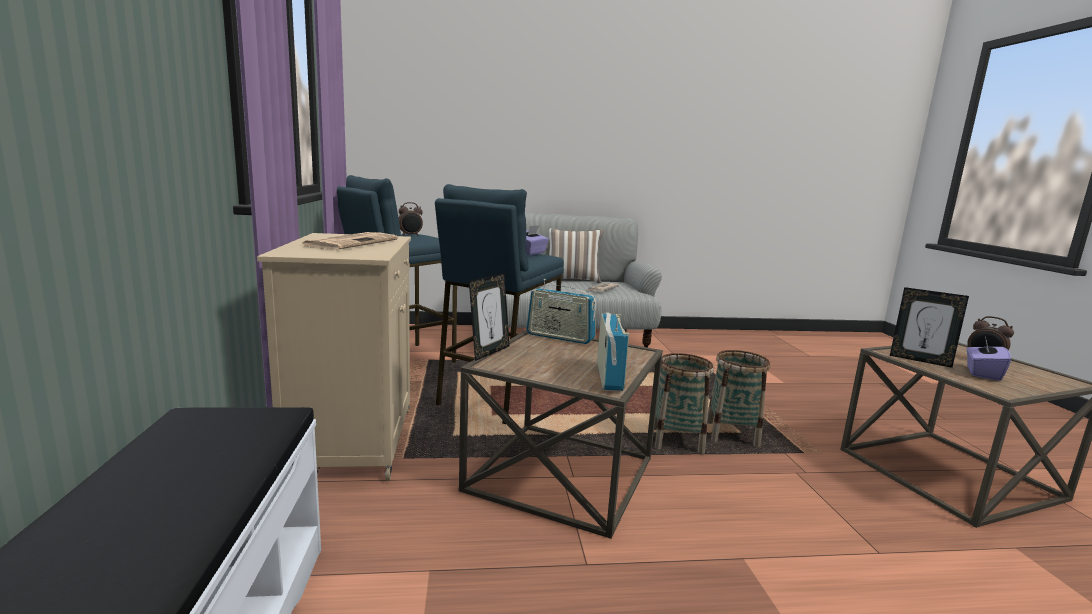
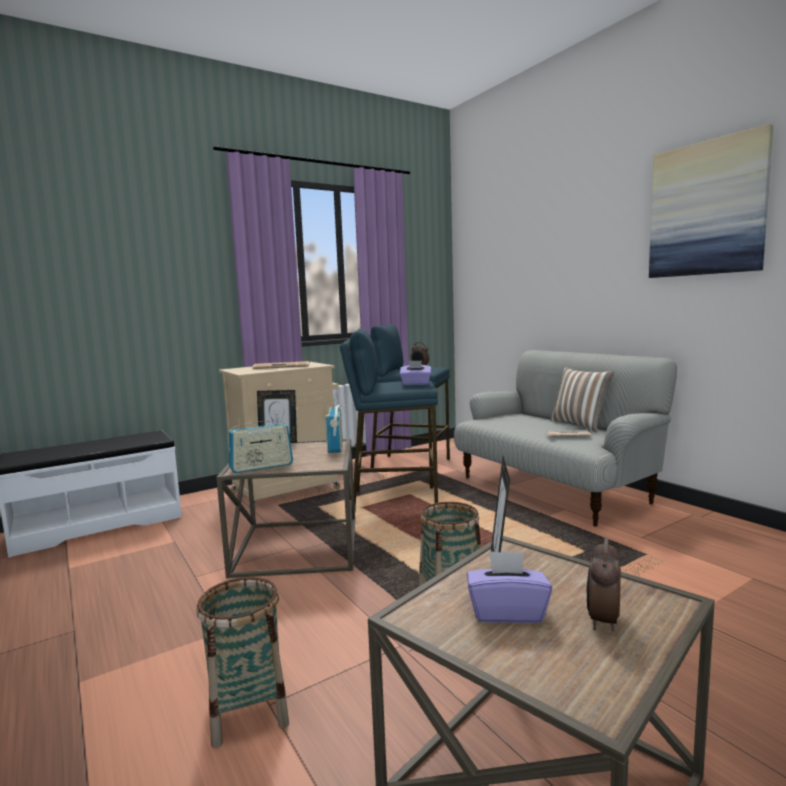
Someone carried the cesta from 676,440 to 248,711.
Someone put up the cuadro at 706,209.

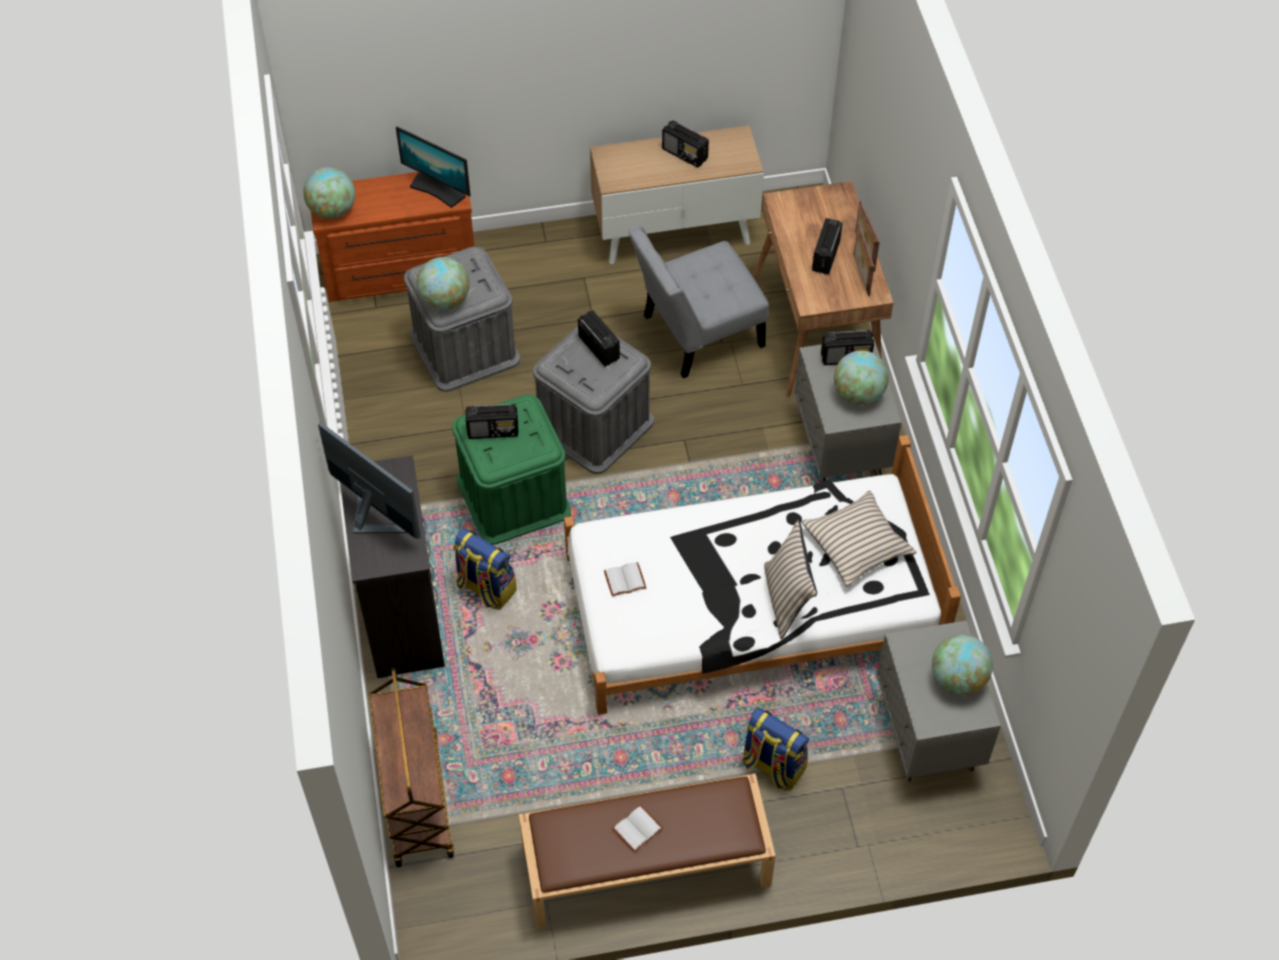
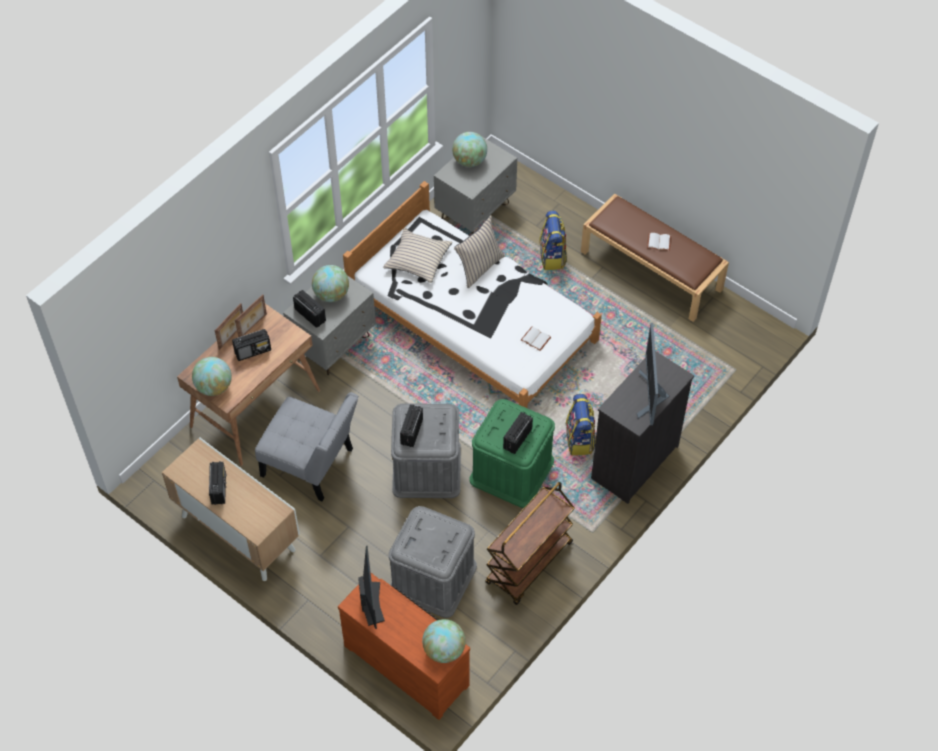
Someone carried the carrito [marrón] from 415,798 to 529,564.
Someone carried the globo terráqueo from 445,300 to 214,387.
Someone rotated the radio at 493,430 by 105 degrees counterclockwise.

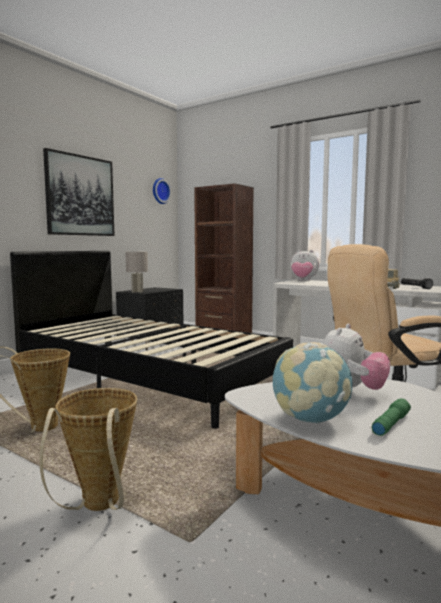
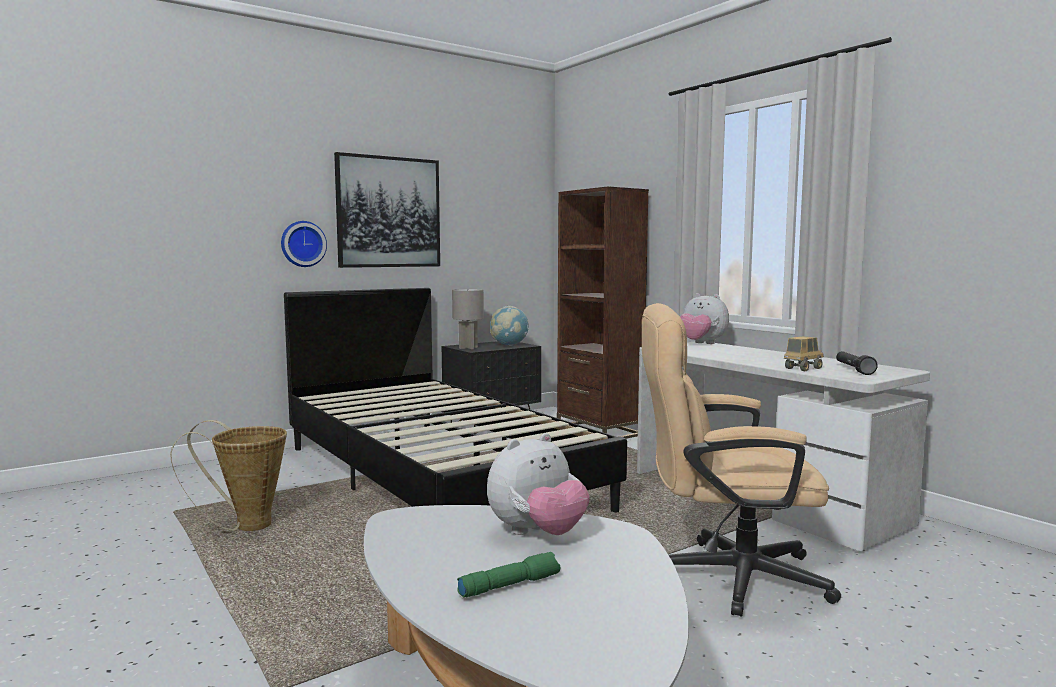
Someone took away the cesta at 98,507.
Someone carried the reloj de pared from 160,191 to 302,244.
Someone carried the globo terráqueo from 310,419 to 509,345.

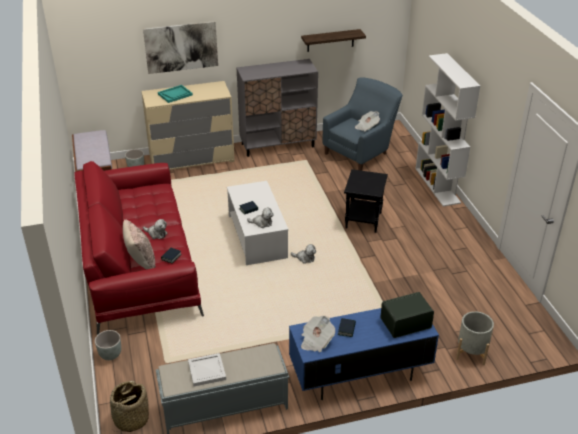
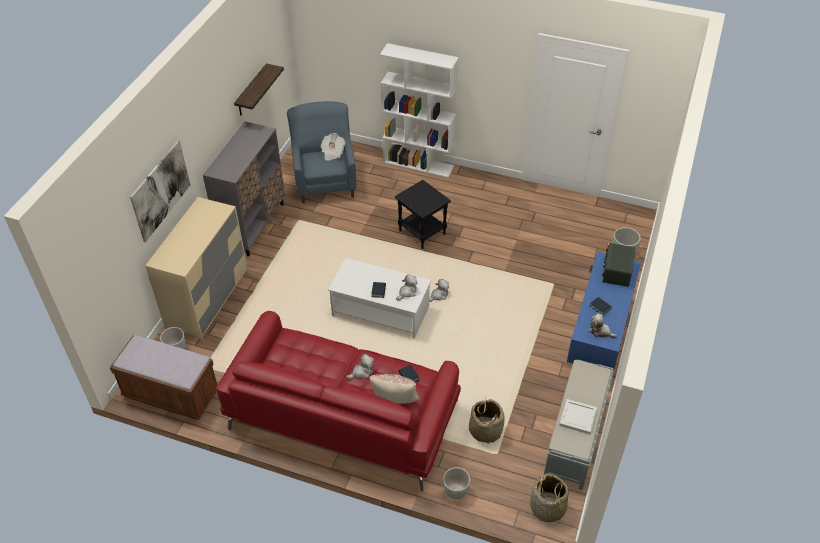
Someone took away the bandeja [turquesa] at 175,94.
Someone swapped the periódico at 316,341 for the peluche at 600,331.
Someone put down the cesta at 485,430.

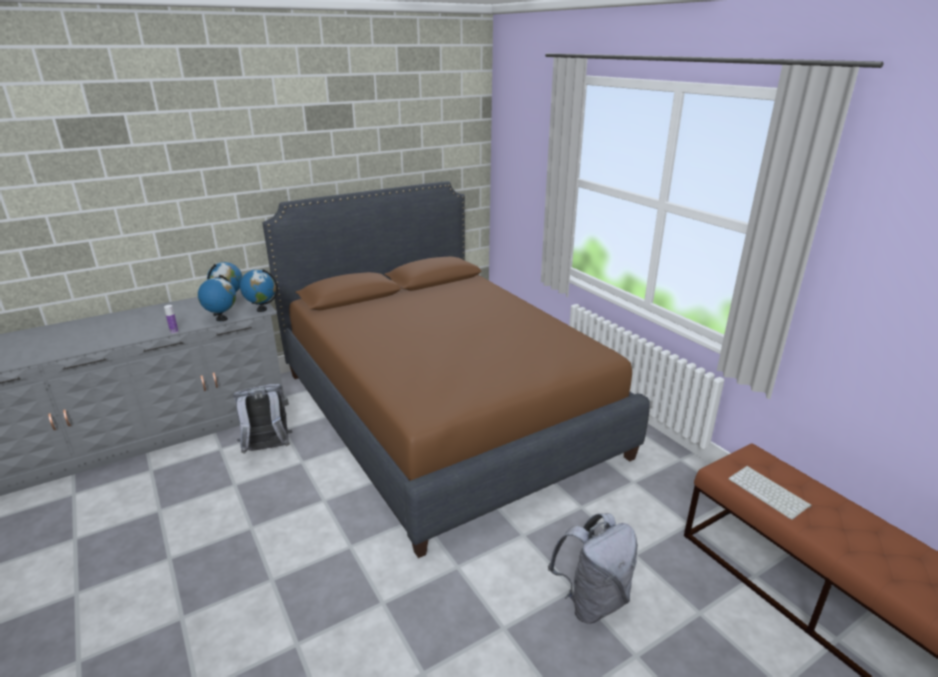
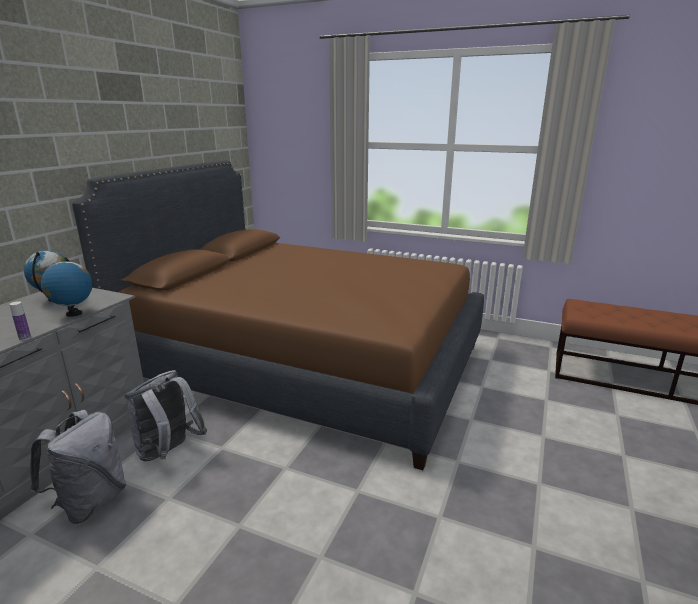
Someone took away the globo terráqueo at 262,309.
Someone carried the mochila [gris] from 592,600 to 90,502.
Someone took away the teclado at 769,492.

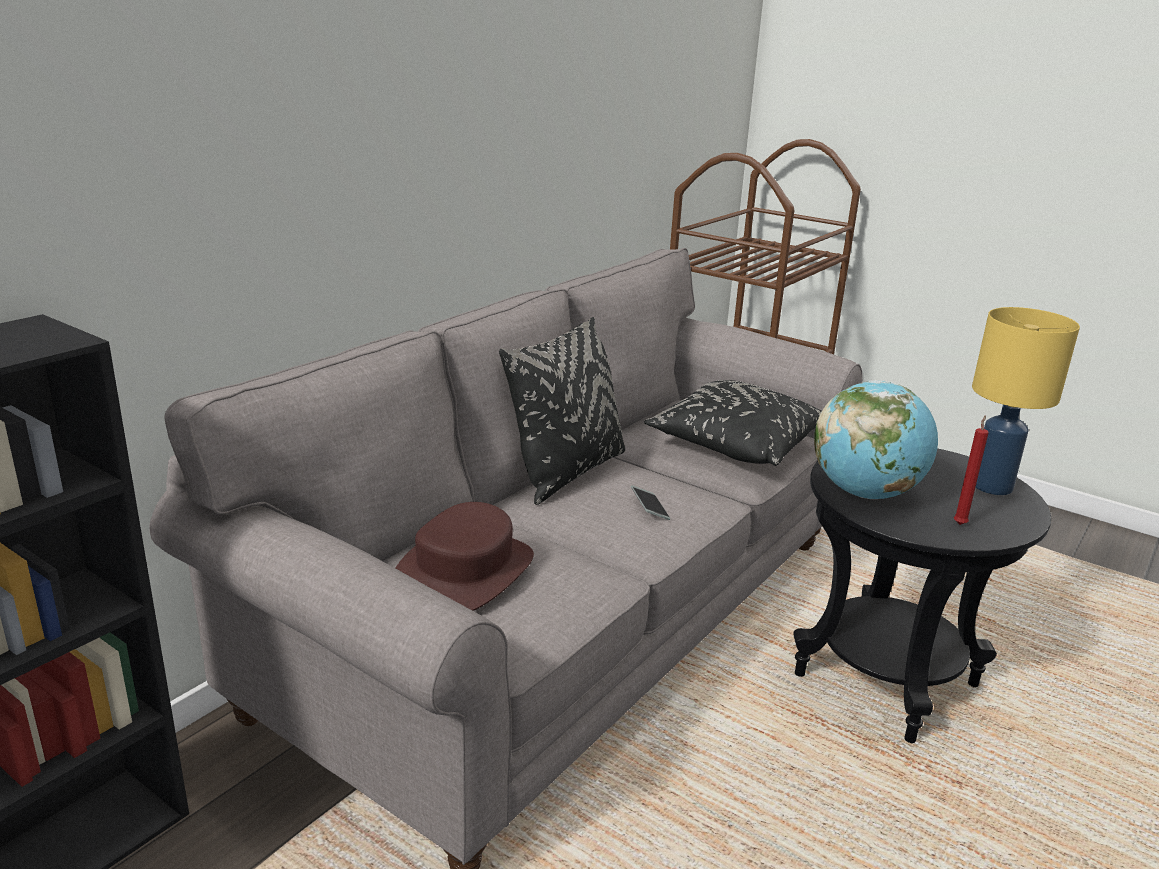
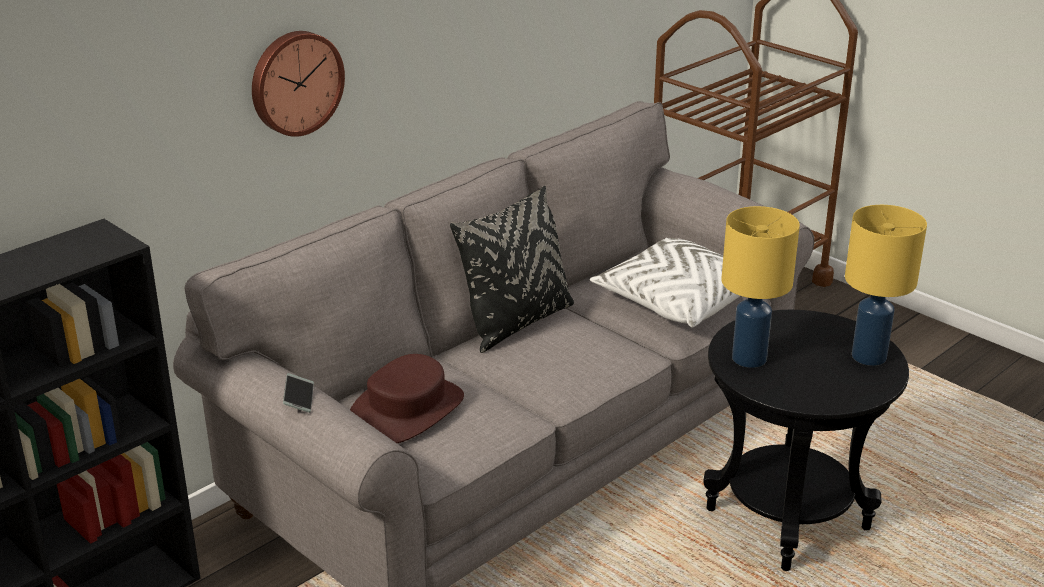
Someone carried the móvil from 649,508 to 299,398.
Someone repainted the cojín [negro] at 735,445, which became the cojín [blanco] at 676,301.
Someone swapped the globo terráqueo at 865,493 for the lámpara de mesa [amarillo] at 750,358.
Someone took away the vela [rojo] at 960,523.
Someone put up the reloj de pared at 295,82.

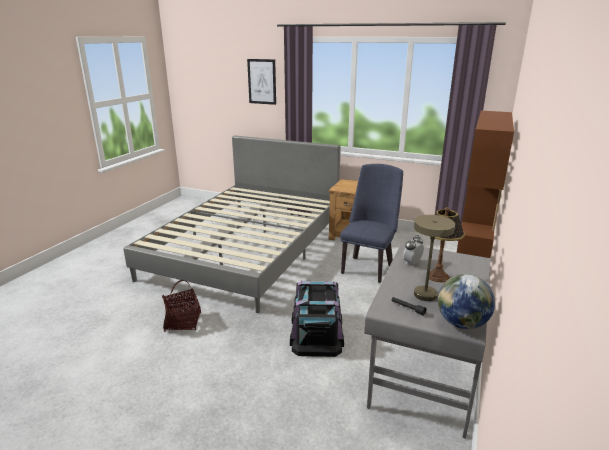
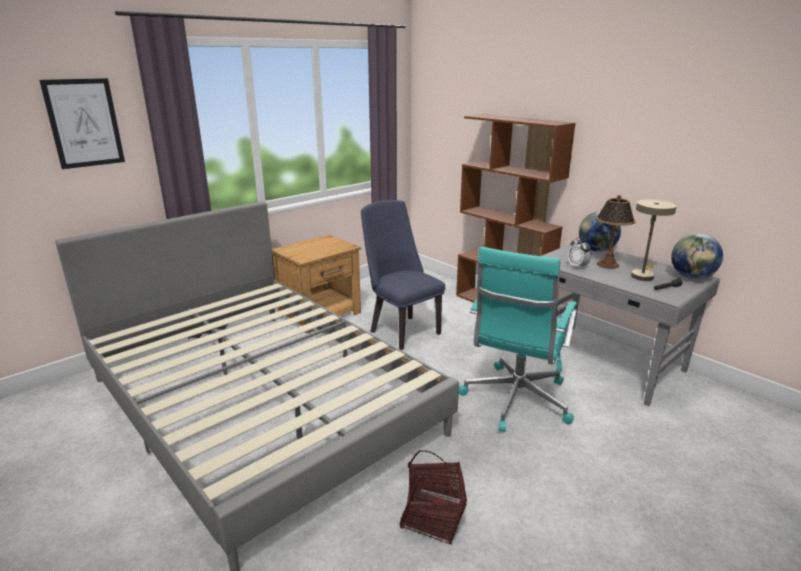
Someone swapped the caja de almacenaje [negro] at 316,332 for the silla de oficina [turquesa] at 515,401.
Someone put down the globo terráqueo at 596,250.

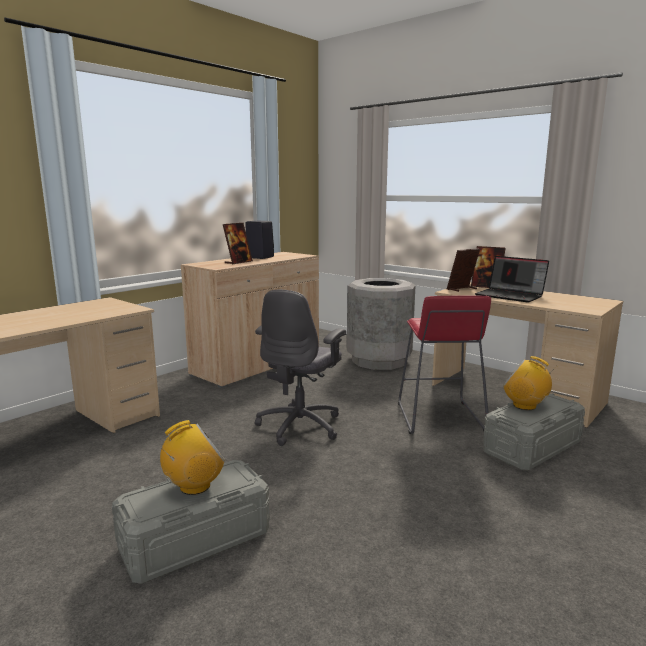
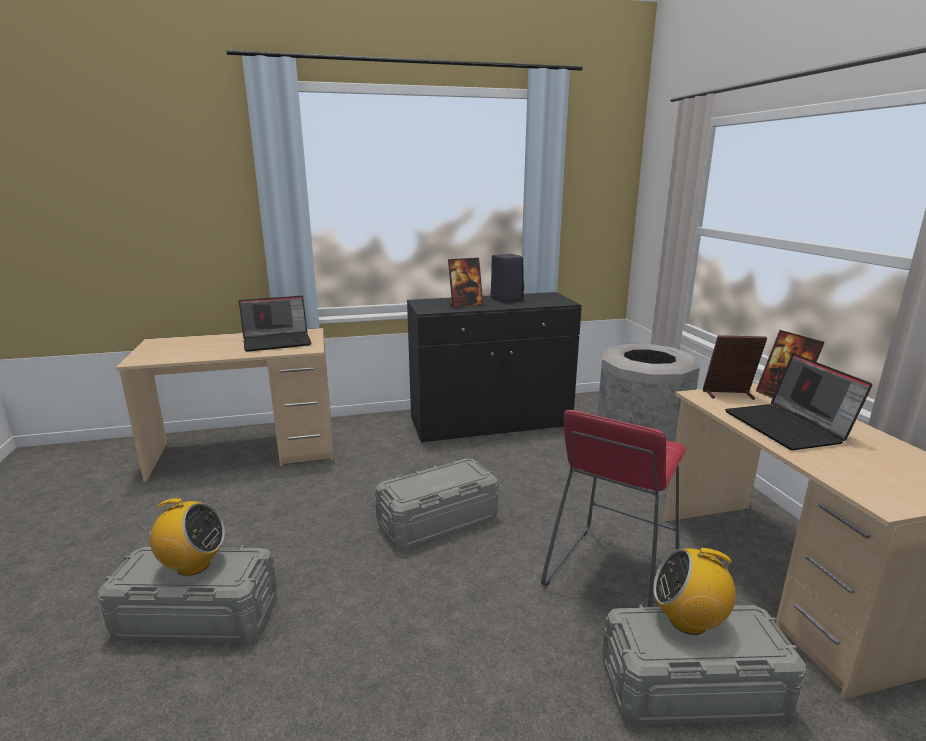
Someone repainted the armario [beis] at 257,364, which became the armario [negro] at 490,423.
Someone swapped the silla de oficina [gris] at 301,426 for the caja de almacenaje [gris] at 437,521.
Someone rotated the radio at 525,405 by 60 degrees counterclockwise.
Someone put down the portátil at 278,341.

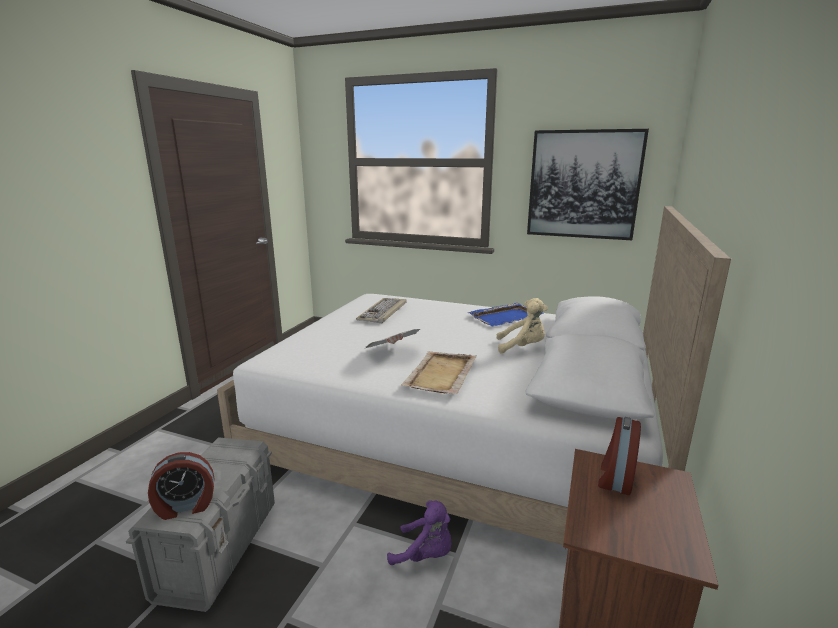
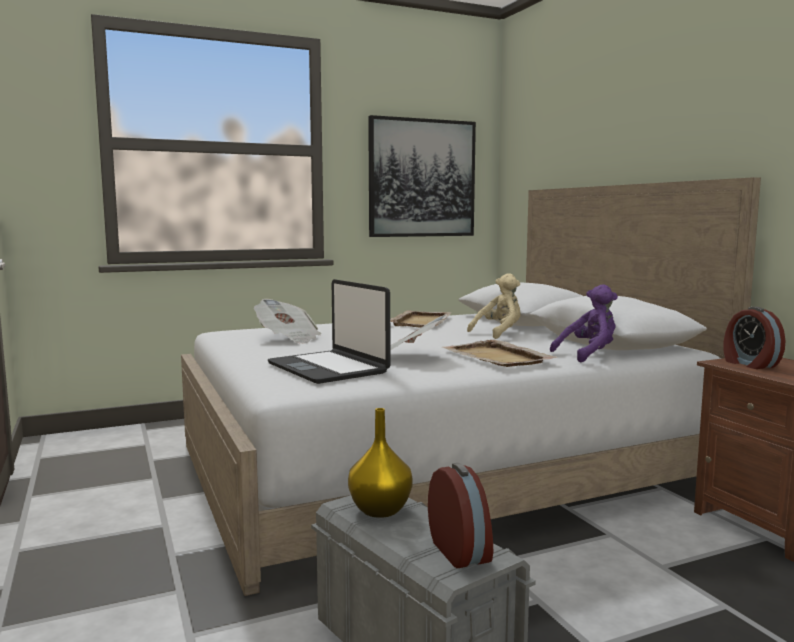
Someone rotated the despertador at 185,506 by 45 degrees counterclockwise.
Someone swapped the teclado at 383,312 for the periódico at 288,338.
Someone carried the peluche [morado] from 425,555 to 589,355.
Someone repainted the bandeja [azul] at 506,316, which became the bandeja [beis] at 421,321.
Someone put down the portátil at 328,368.
Someone put down the florero [amarillo] at 381,509.

